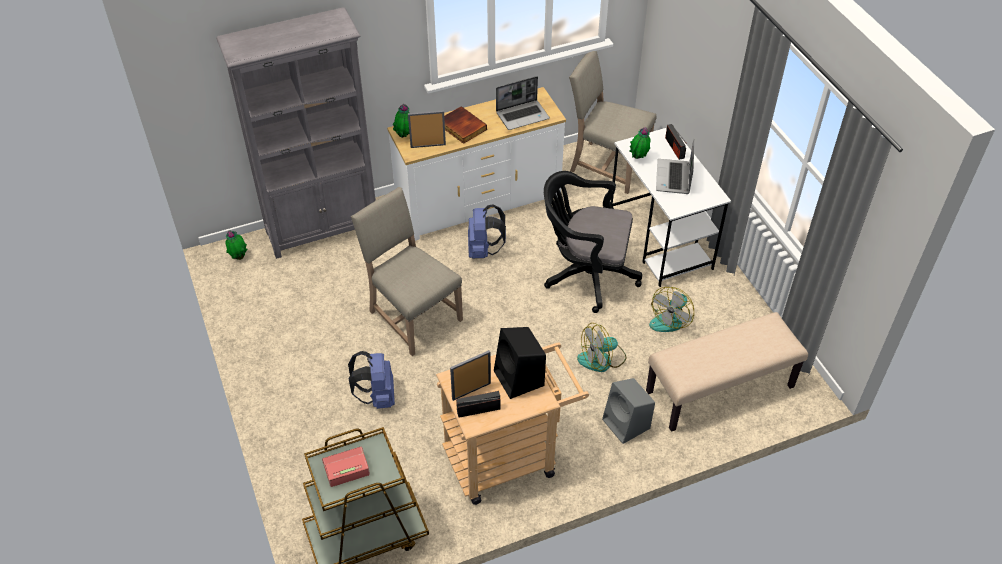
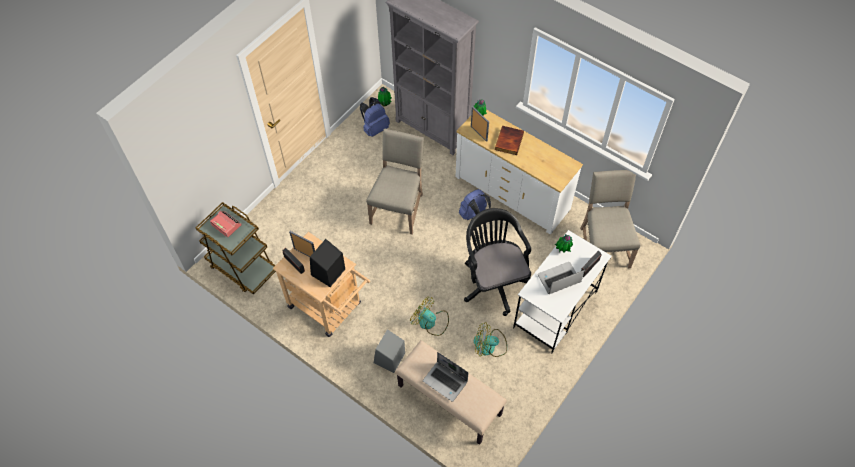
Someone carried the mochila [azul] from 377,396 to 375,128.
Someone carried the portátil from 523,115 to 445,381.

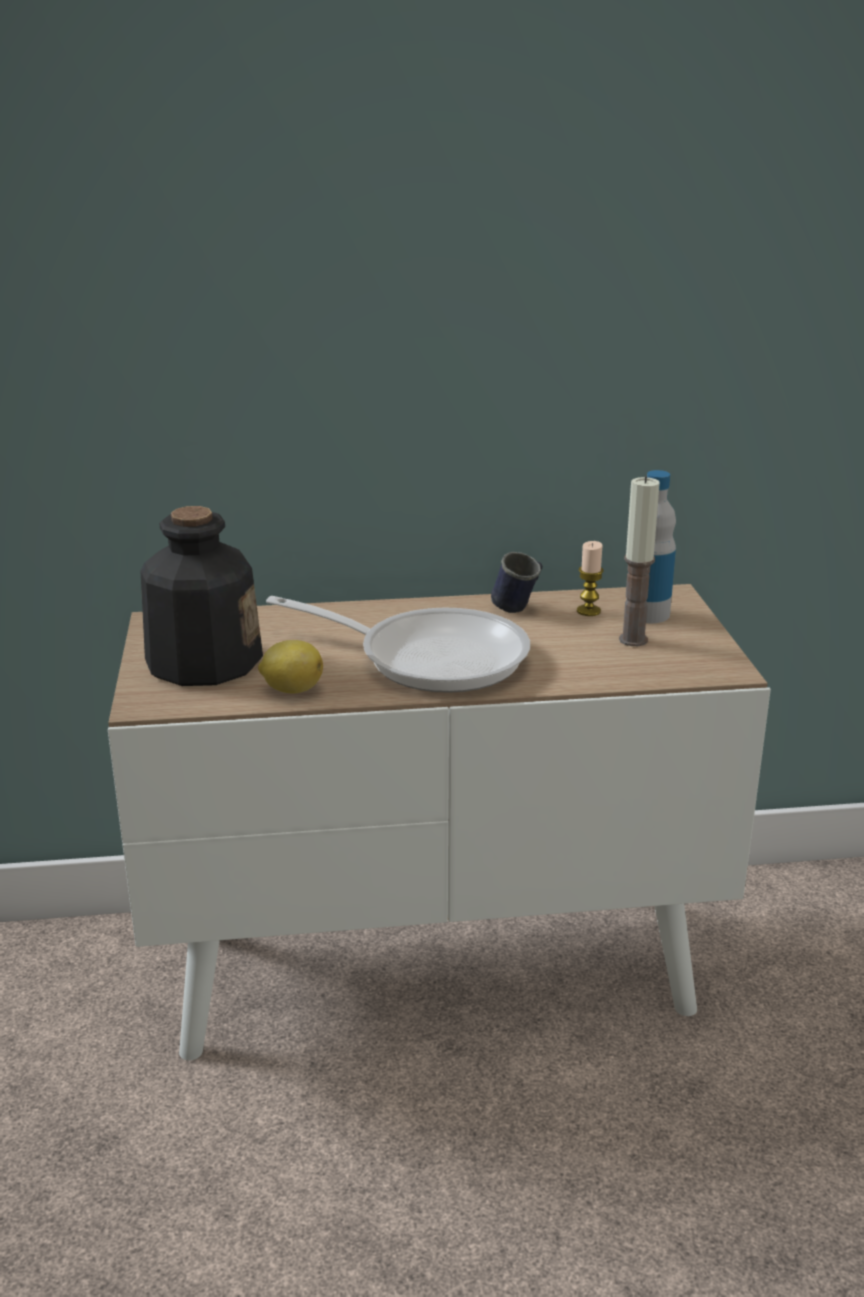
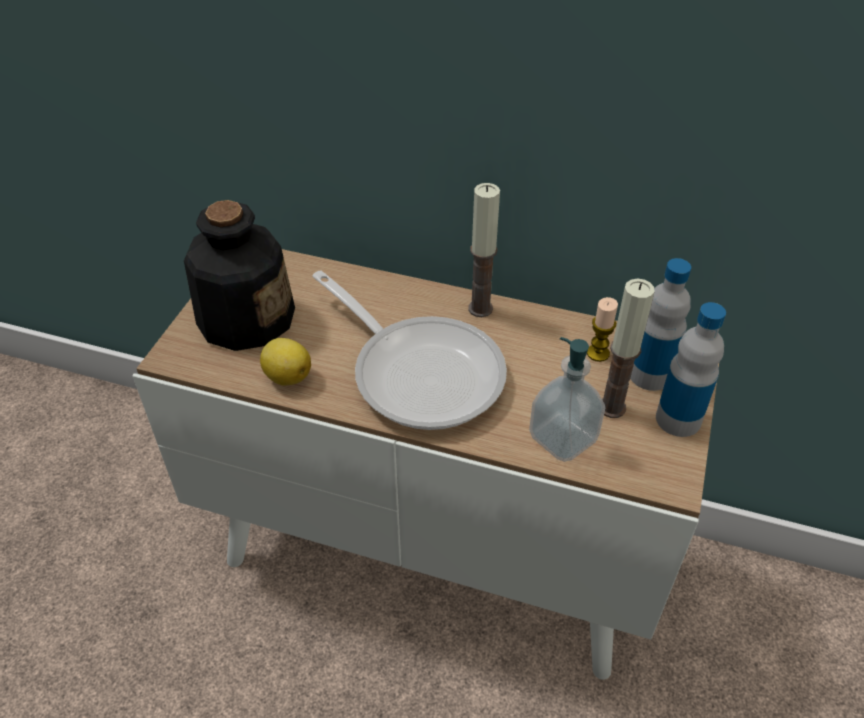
Someone took away the taza grande [azul] at 519,607.
Someone put down the vela at 480,309.
Someone put down the dispensador de jabón at 563,438.
Someone put down the botella at 678,419.

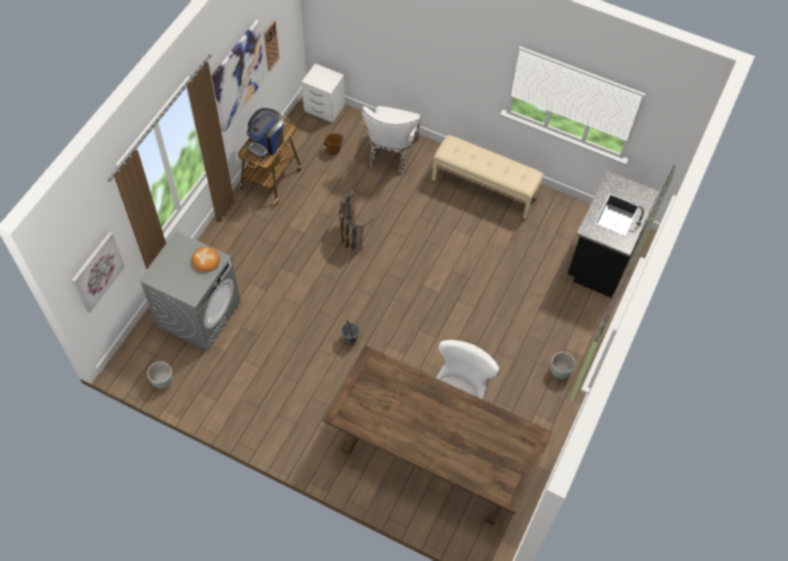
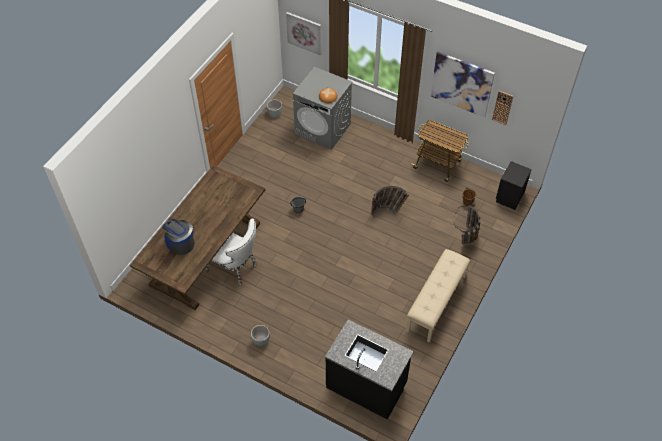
Someone carried the cafetera from 266,143 to 180,243.
Someone repainted the mesita de noche [blanco] at 324,108, which became the mesita de noche [negro] at 510,197.
Someone swapped the silla [blanco] at 391,154 for the cesta at 466,240.

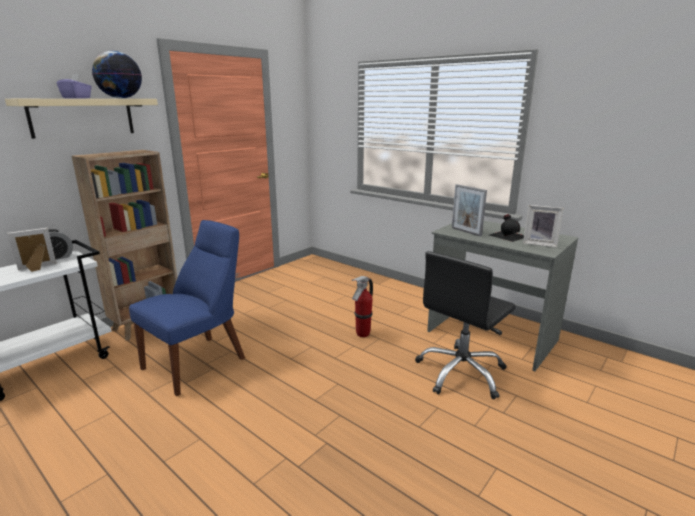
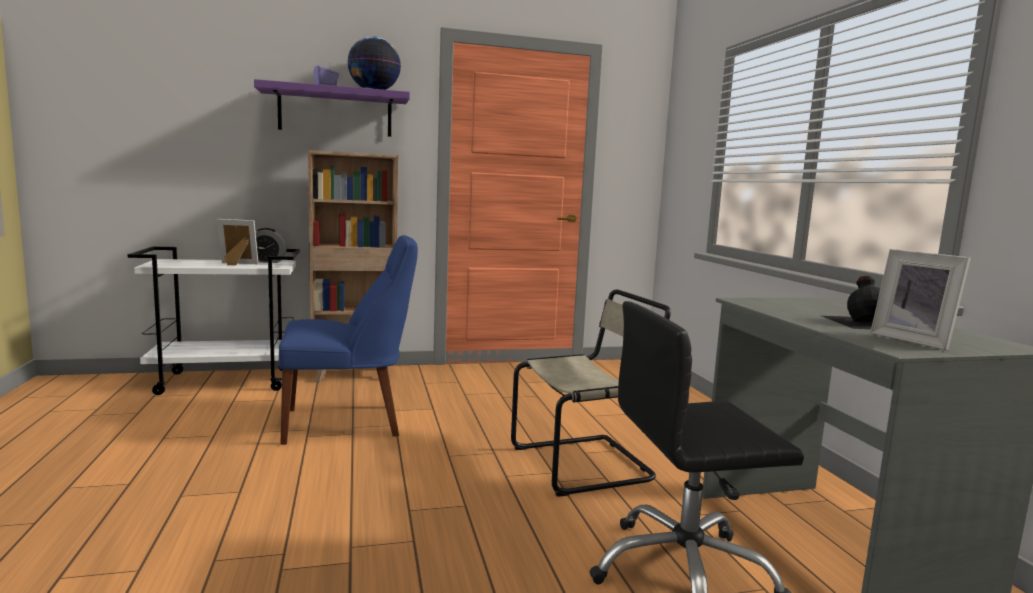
Someone repainted the estante [beis] at 82,117, which became the estante [morado] at 335,112.
Someone swapped the extintor at 362,334 for the silla [beis] at 586,464.
Someone took away the portarretratos at 466,232.

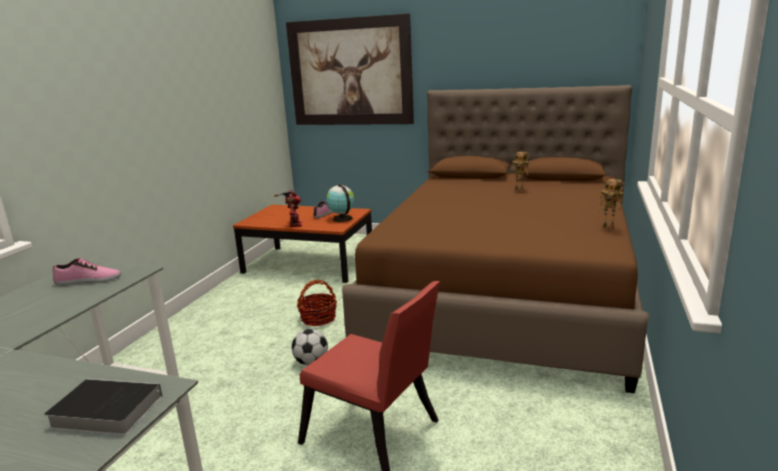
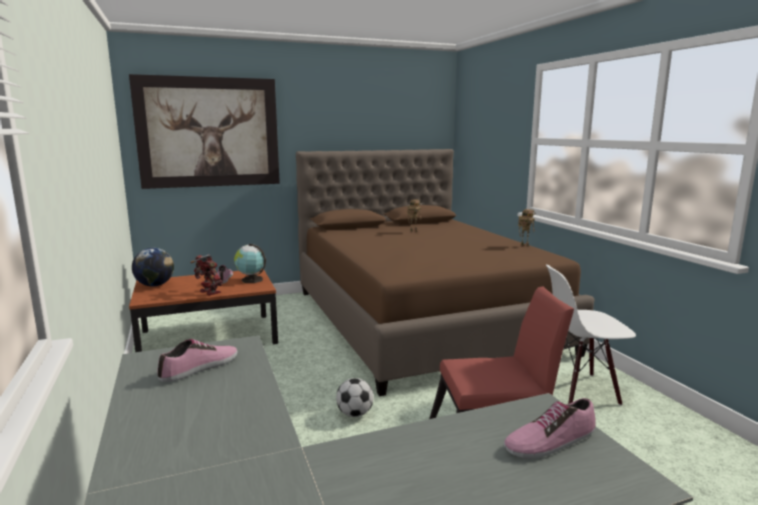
Someone swapped the libro at 103,412 for the zapato at 549,440.
Someone took away the cesta at 318,318.
Someone put down the globo terráqueo at 155,285.
Someone put down the silla [blanco] at 580,389.

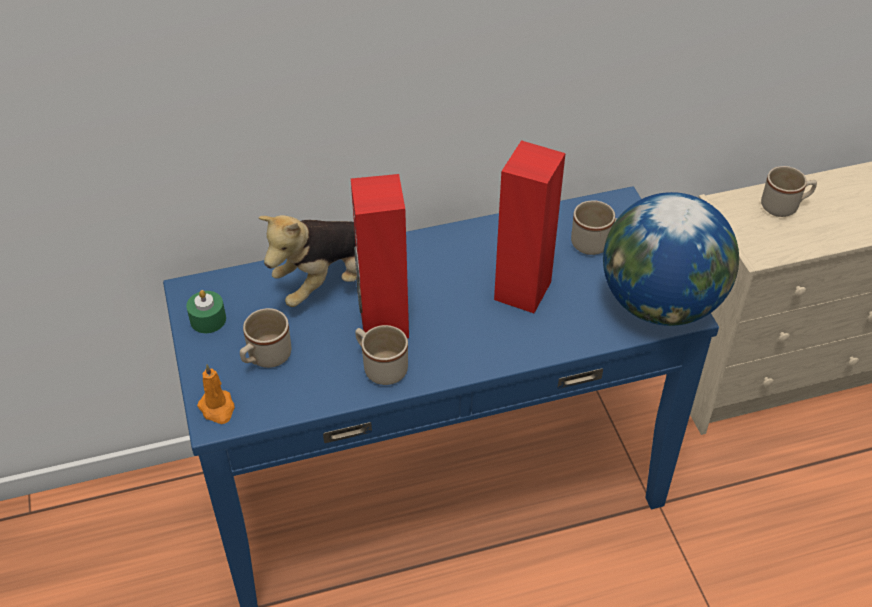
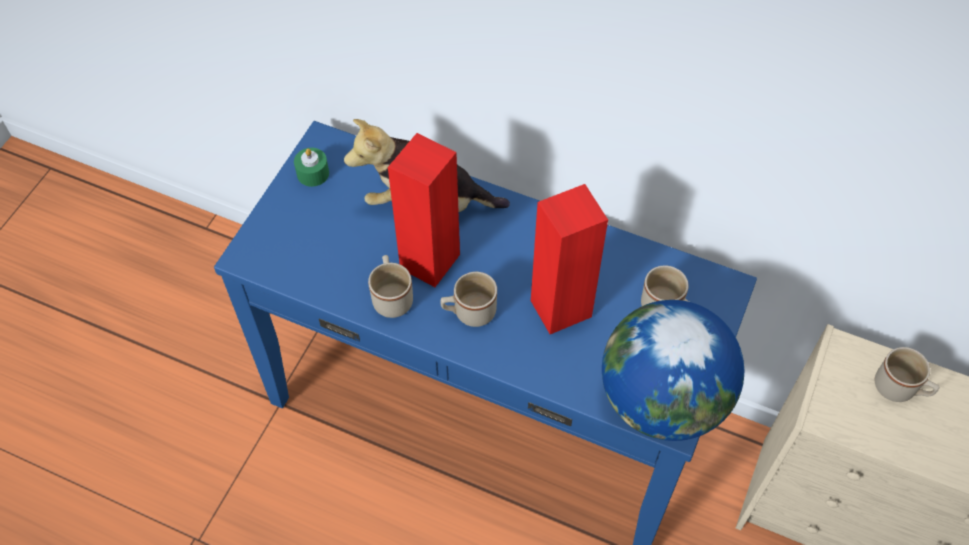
Someone took away the vela [naranja] at 217,408.
Someone carried the taza grande [beis] from 265,358 to 469,312.

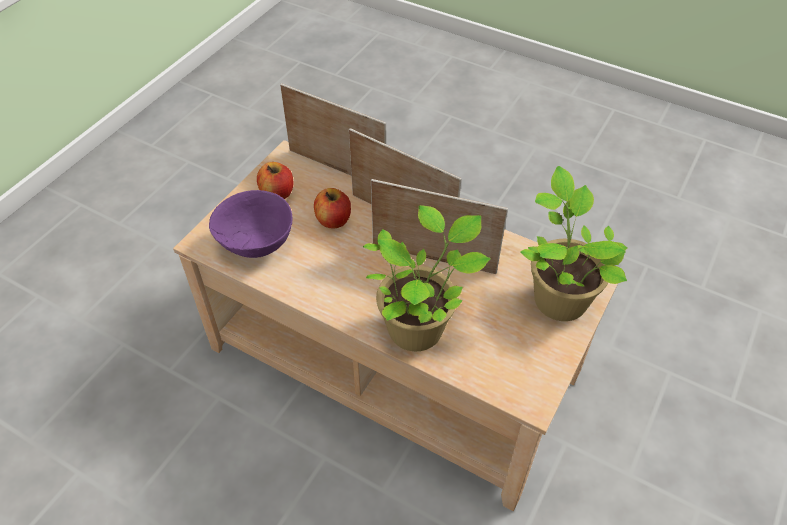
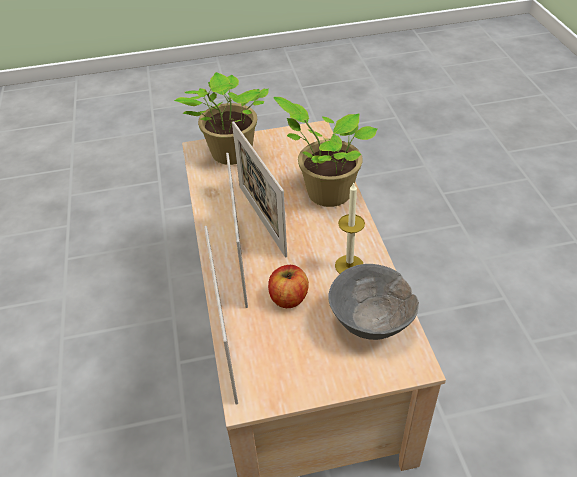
Someone repainted the cuenco [morado] at 256,245, which became the cuenco [gris] at 371,323.
Someone took away the manzana at 277,193.
Someone put down the vela at 349,266.

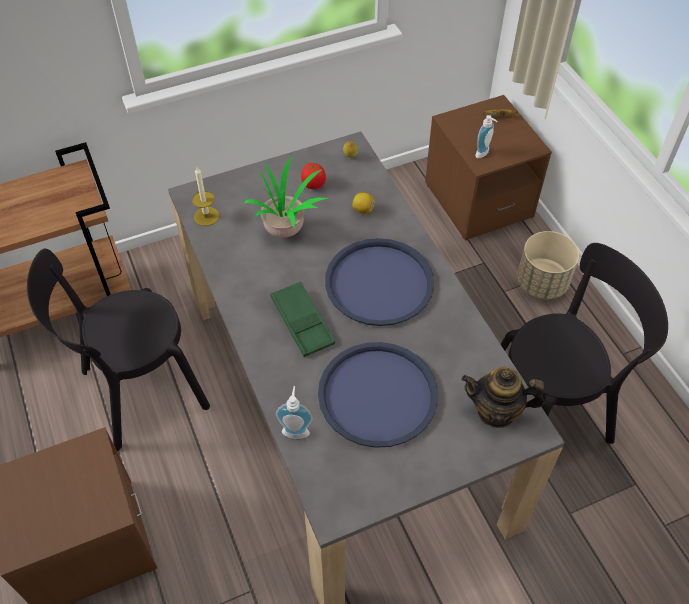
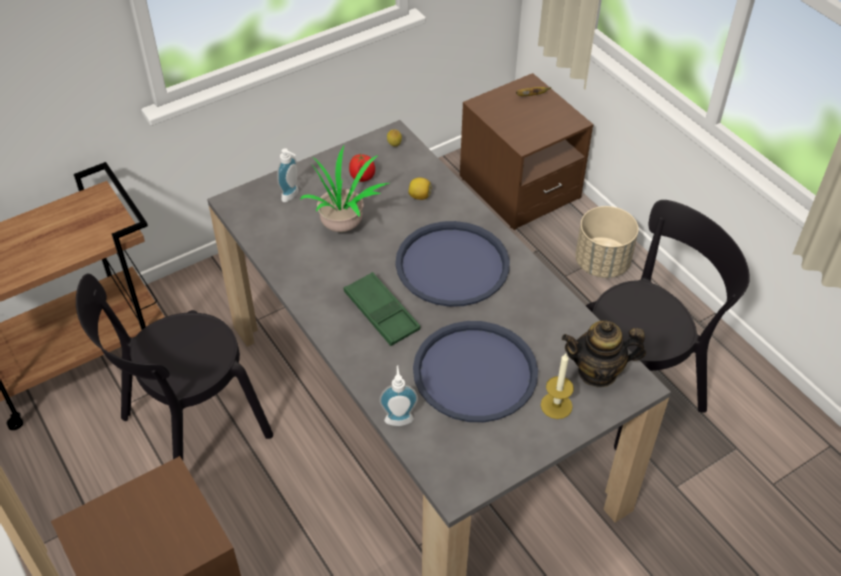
Someone carried the vela from 206,216 to 556,405.
Someone carried the dispensador de jabón from 484,154 to 292,196.

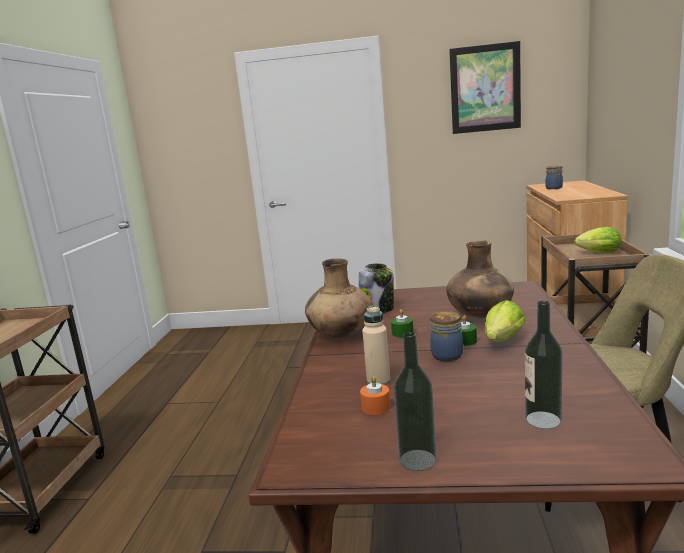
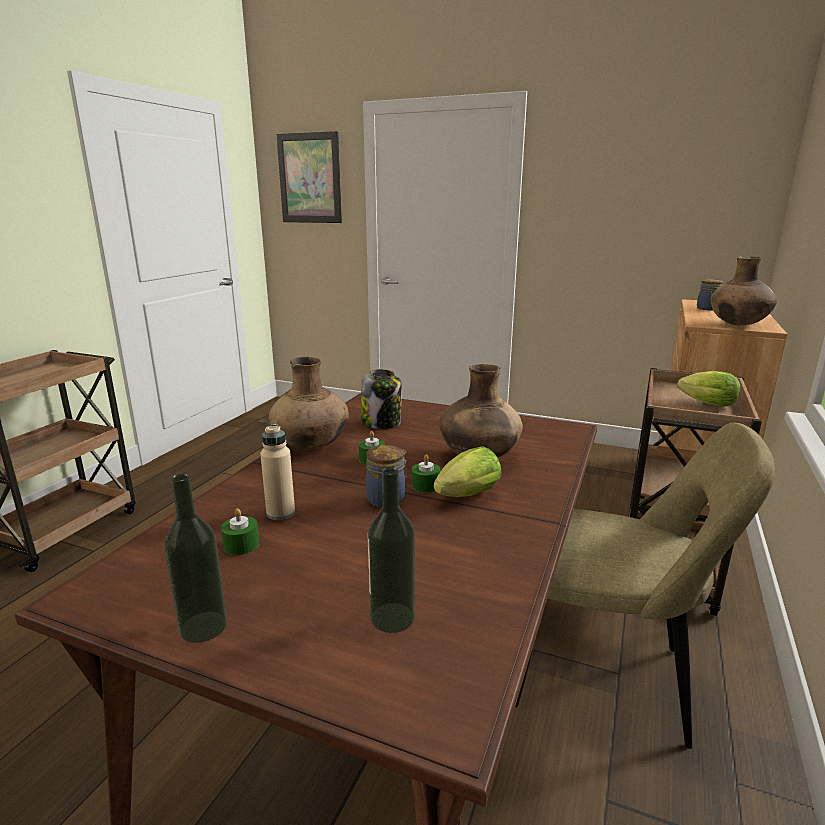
Someone repainted the vela [naranja] at 376,407, which became the vela [verde] at 241,545.
Someone carried the cuadro from 485,88 to 310,178.
Someone put down the florero [marrón] at 738,324.

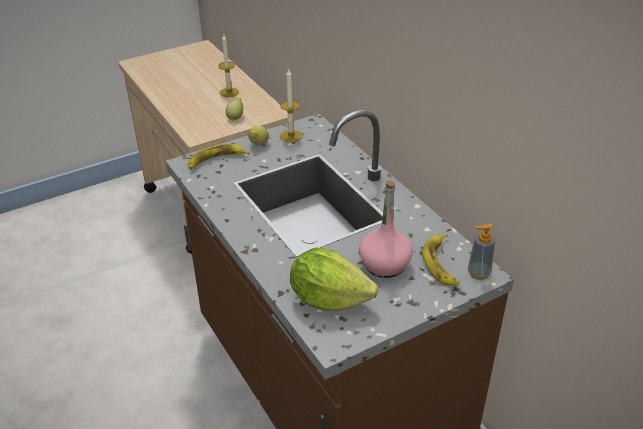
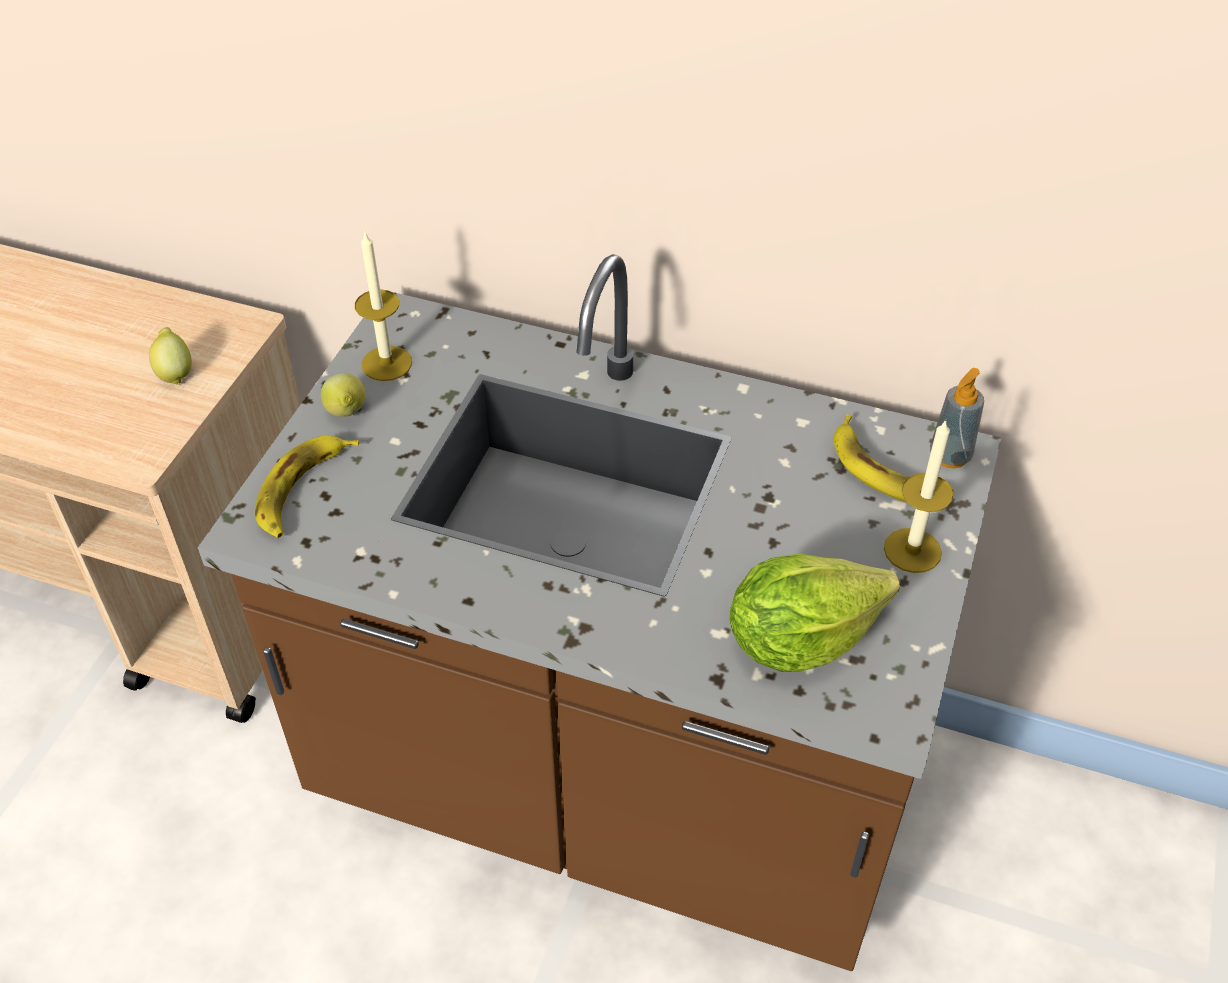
Someone carried the vela from 229,92 to 912,550.
Someone took away the botella [rosa] at 385,264.

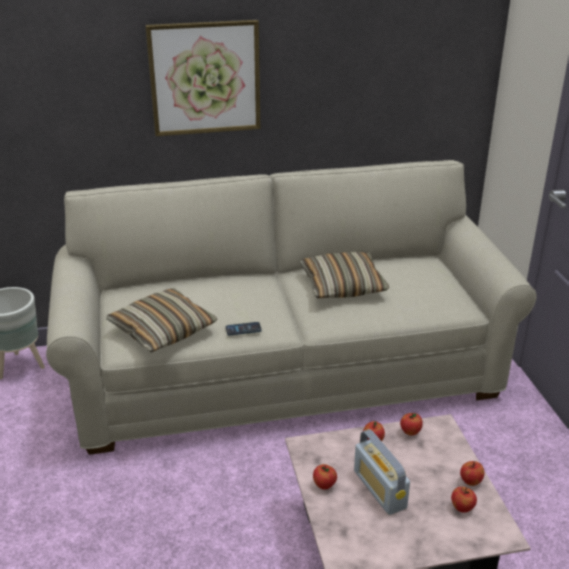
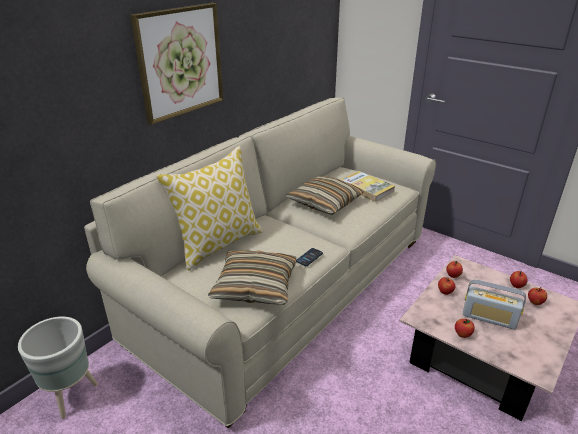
Someone put down the cojín at 218,243.
Someone put down the libro at 366,188.

